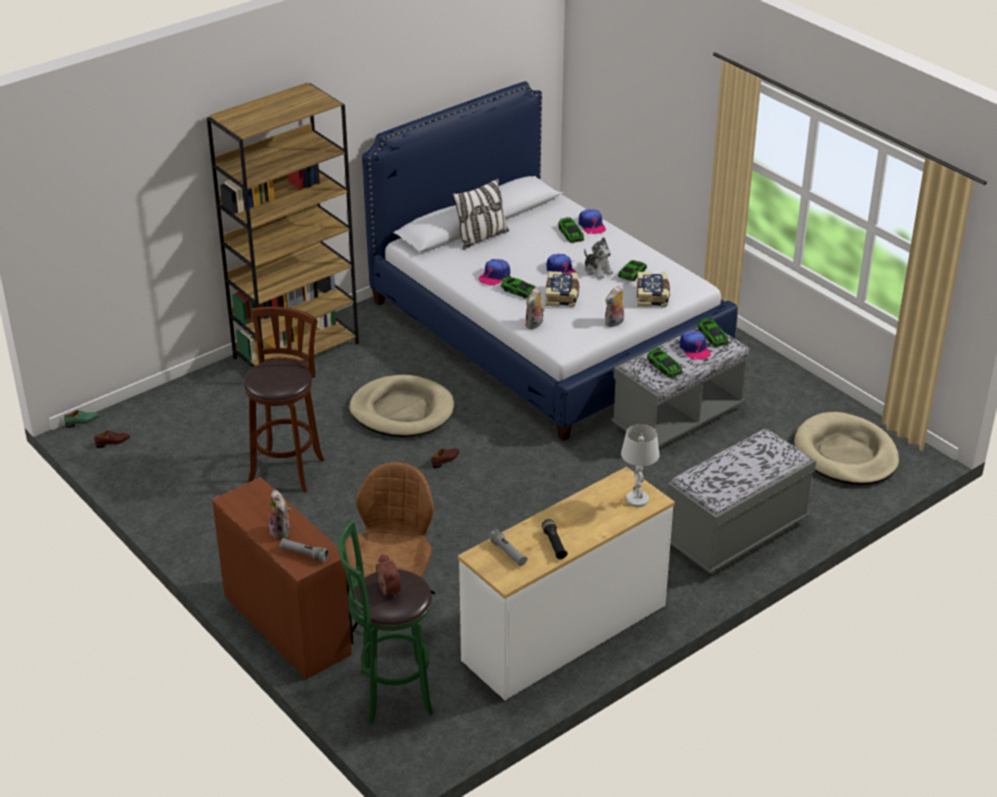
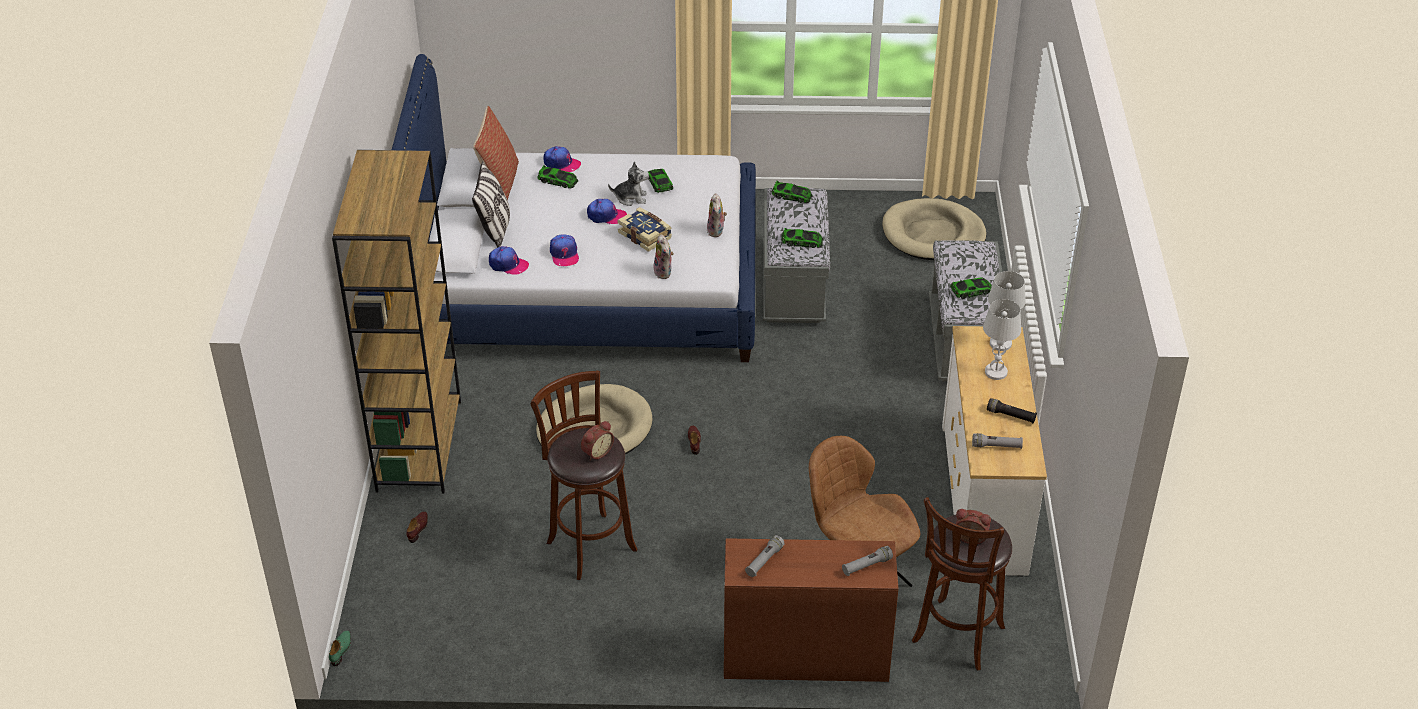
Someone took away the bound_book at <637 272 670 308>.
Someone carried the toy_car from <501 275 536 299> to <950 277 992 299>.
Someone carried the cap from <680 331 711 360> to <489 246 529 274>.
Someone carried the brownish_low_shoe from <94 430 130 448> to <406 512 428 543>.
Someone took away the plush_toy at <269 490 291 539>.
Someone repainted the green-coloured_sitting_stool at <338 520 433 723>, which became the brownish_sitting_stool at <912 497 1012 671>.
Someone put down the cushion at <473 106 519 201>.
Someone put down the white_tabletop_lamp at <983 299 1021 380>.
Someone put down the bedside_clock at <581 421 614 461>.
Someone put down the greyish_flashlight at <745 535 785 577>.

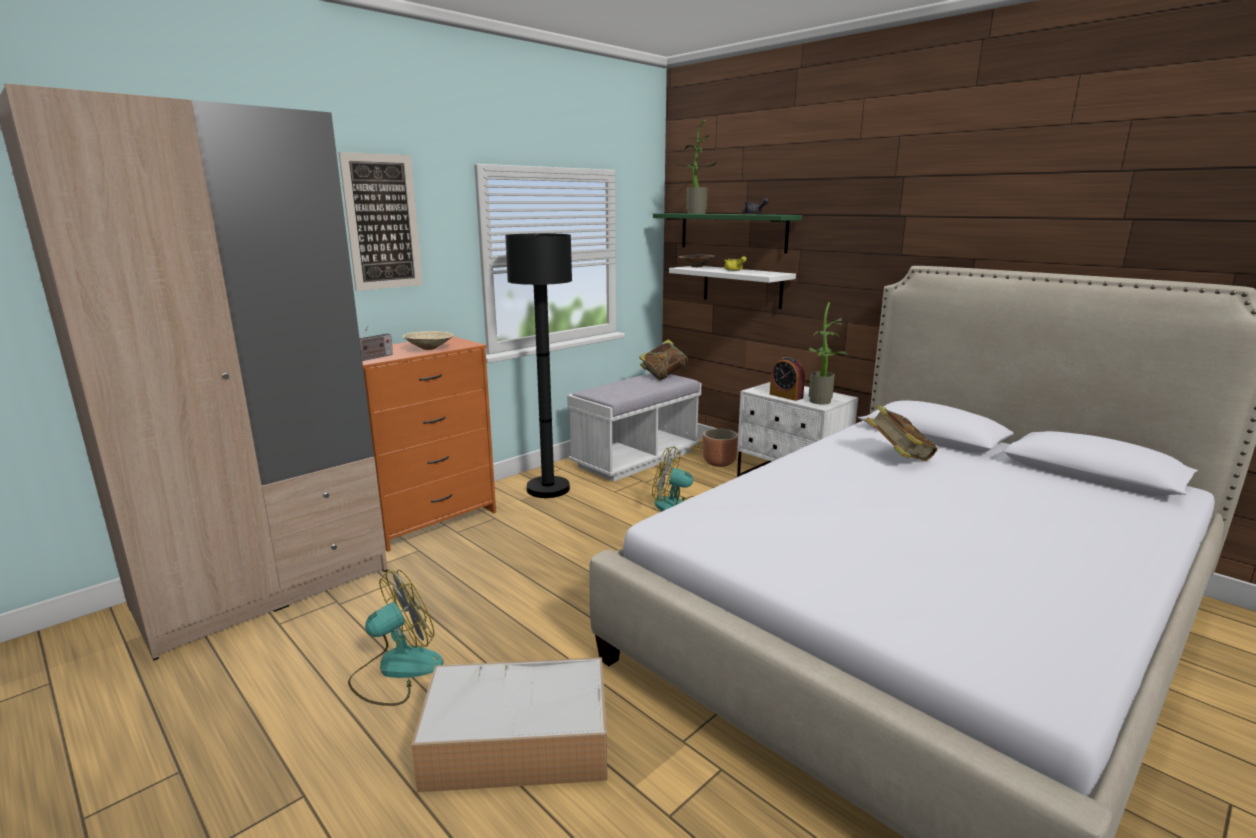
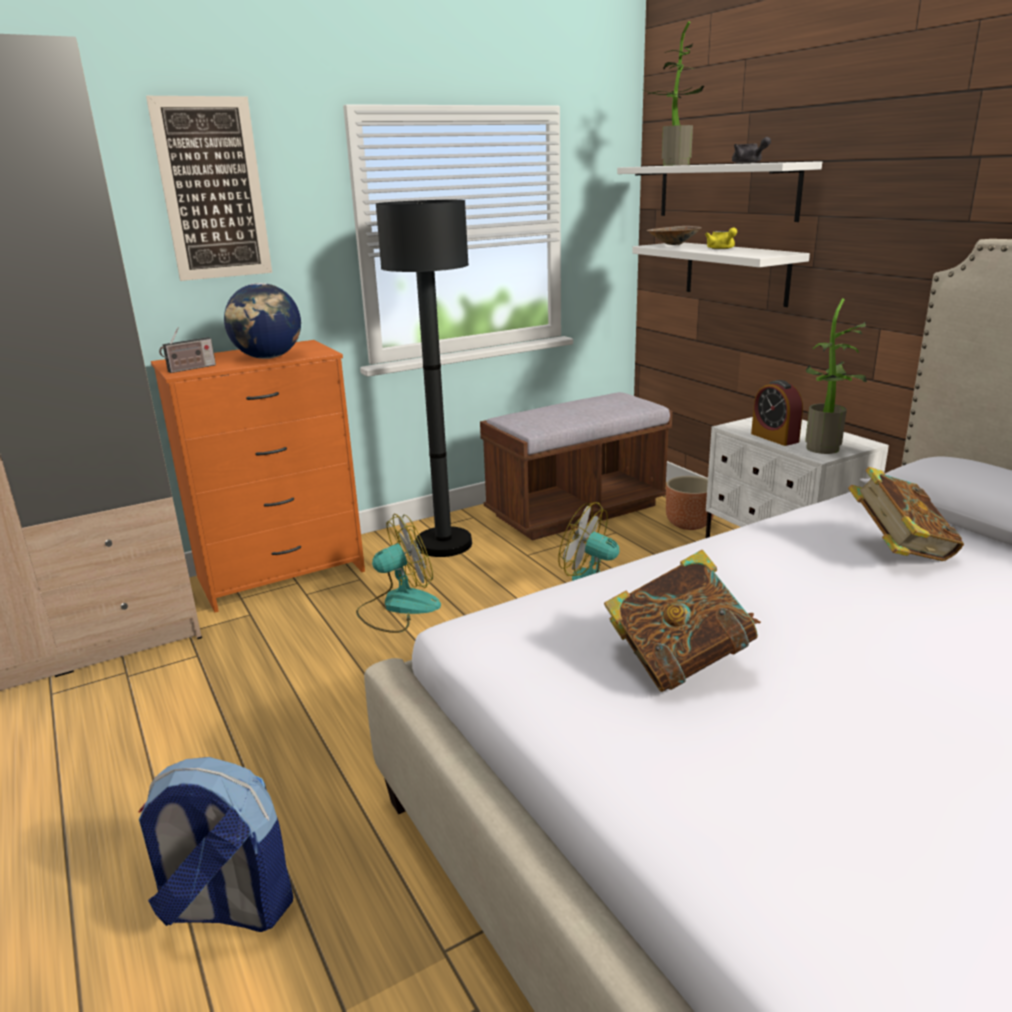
Someone repainted the green-coloured_shelf at <653 213 802 253>, which became the white_shelf at <617 161 822 222>.
Someone swapped the beige_deep_dish at <403 331 454 350> for the world_globe at <224 283 301 359>.
Someone carried the bound_book from <639 339 688 380> to <604 550 761 692>.
Someone repainted the white_long_seat at <567 373 701 482>, which became the brownish_long_seat at <480 392 673 541>.
Someone carried the cooling_fan from <348 570 443 706> to <356 514 441 633>.
Someone swapped the storage_bin at <411 657 607 793> for the backpack at <139 757 293 932>.

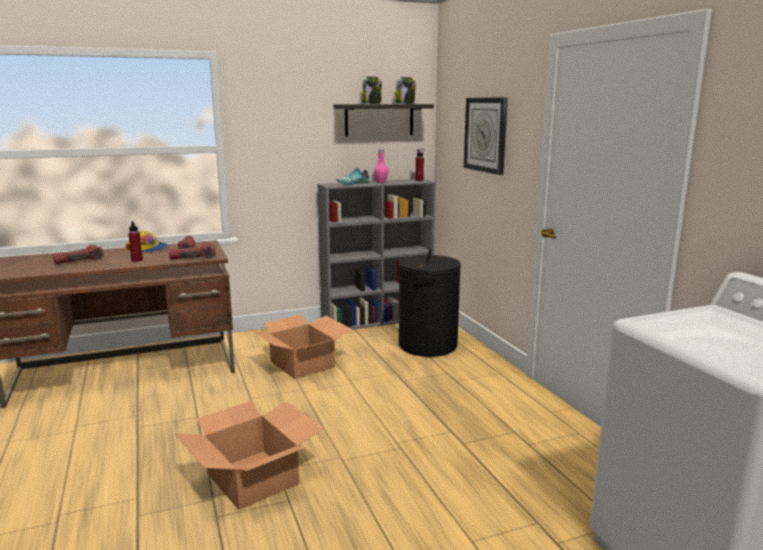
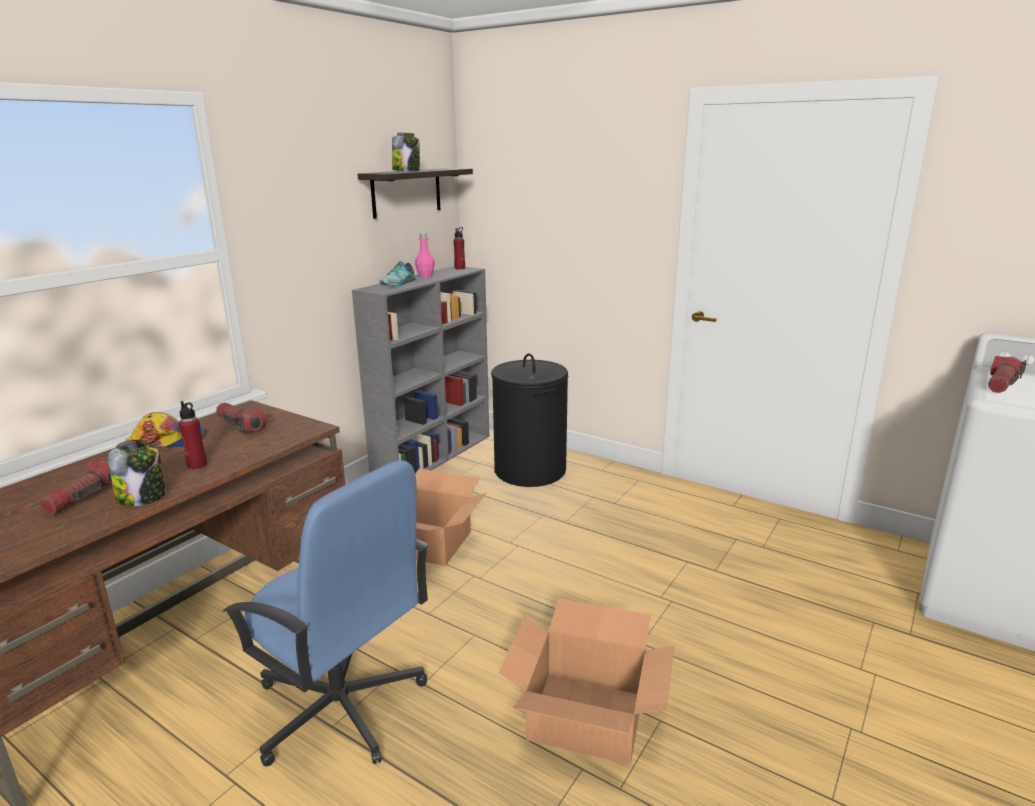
Someone carried the preserve_jar from <396 77 416 104> to <108 439 166 506>.
Someone took away the wall_clock at <464 97 508 175>.
Someone carried the flashlight from <169 243 215 260> to <988 356 1026 393>.
Someone put down the bluish_office_chair at <222 460 429 766>.

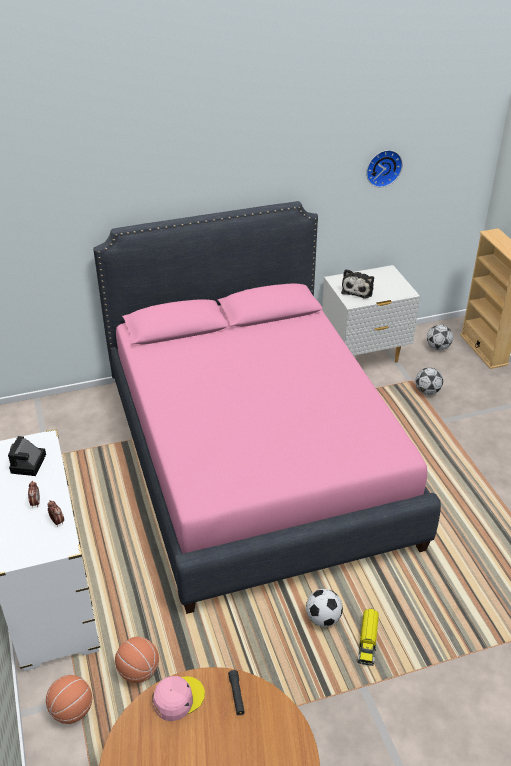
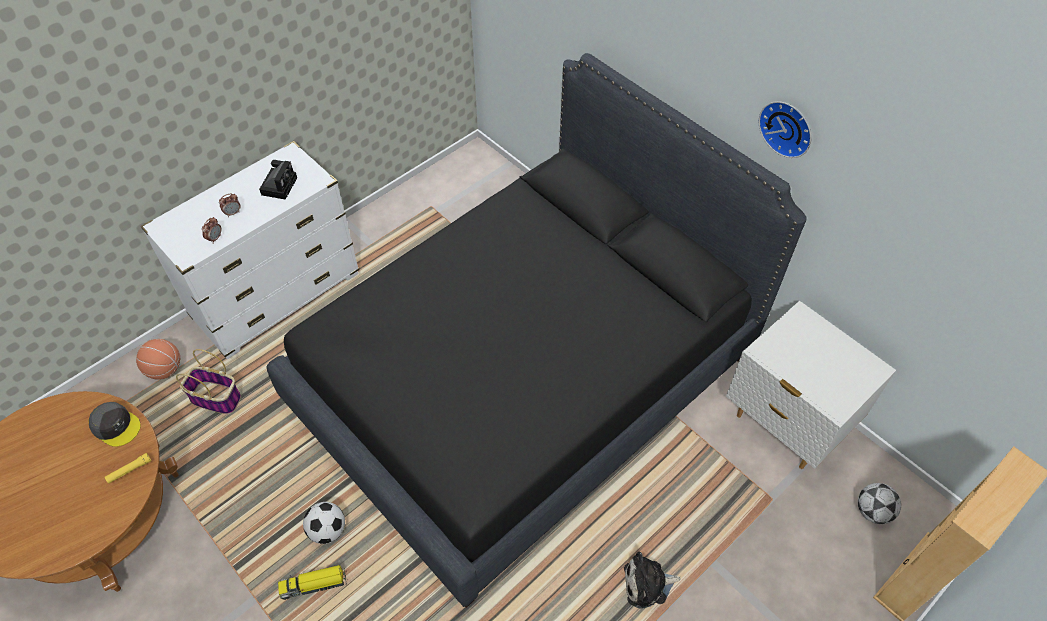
Someone carried the wall_clock from <366 150 403 187> to <759 101 811 158>.
Someone repainted the pink_bedroom_bed at <93 201 441 614>, which became the blackish_bedroom_bed at <266 53 807 608>.
Someone carried the plush_toy from <341 269 374 299> to <624 552 680 609>.
Someone took away the football_ball at <415 368 443 395>.
Someone rotated the still_camera at <8 436 46 476> by 120 degrees clockwise.
Someone swapped the basketball at <115 637 159 683> for the household_basket at <176 349 241 414>.
Someone repainted the blackish_flashlight at <228 670 245 715>, which became the yellowish_flashlight at <105 453 151 484>.
Someone repainted the pink_cap at <153 676 205 721>, which became the greyish_cap at <89 402 141 447>.

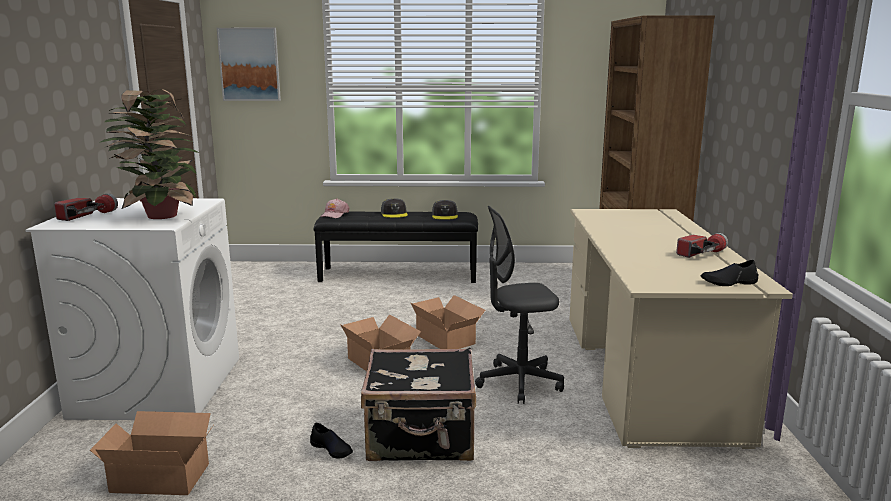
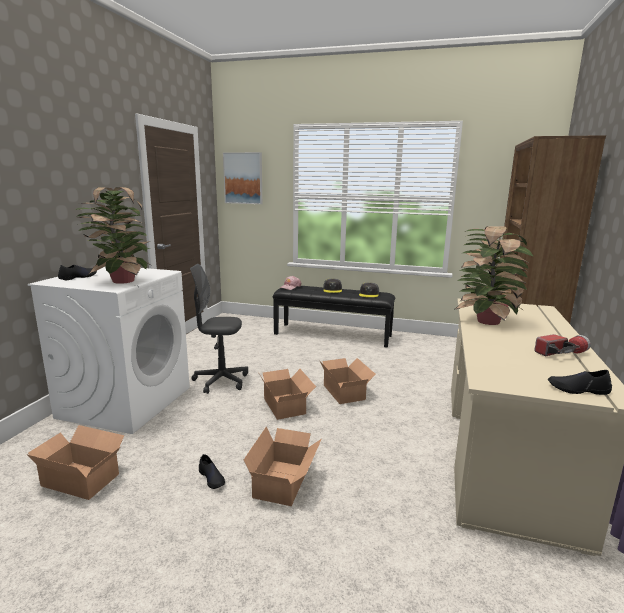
Someone swapped the flashlight at <54 193 118 221> for the blackish_low_shoe at <58 265 97 280>.
Someone carried the greyish_office_chair from <475 206 564 404> to <190 264 248 394>.
Someone swapped the blackish_travel_case at <361 348 476 461> for the carton at <244 426 321 506>.
Someone put down the plant_in_a_pot at <455 226 534 325>.

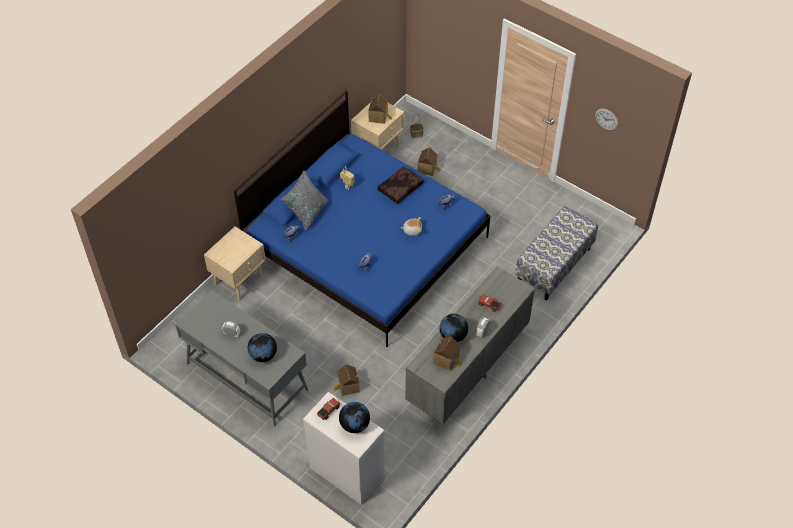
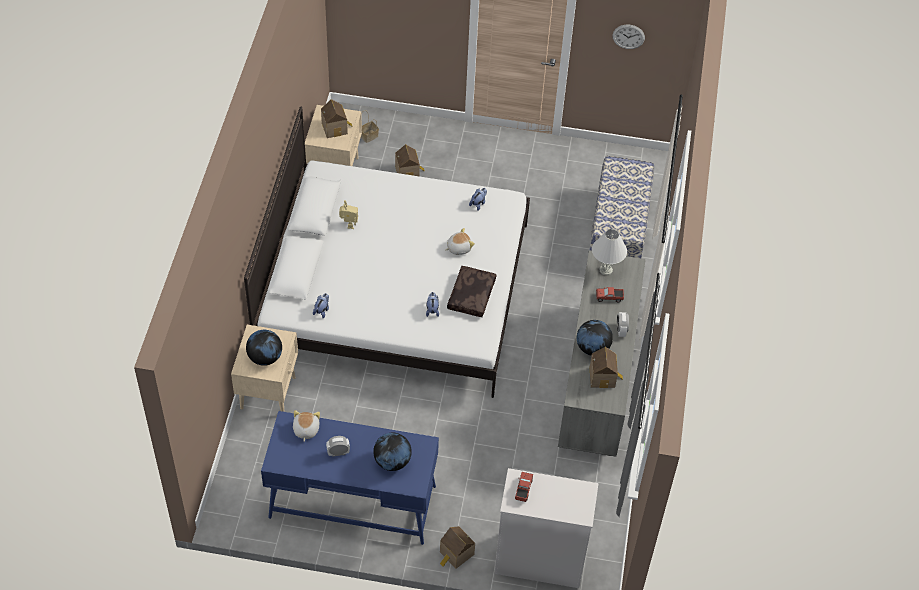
Someone repainted the bluish_bedroom_bed at <234 90 490 347>, which became the white_bedroom_bed at <244 107 530 398>.
Someone carried the brownish_cushion from <378 166 424 204> to <447 266 496 317>.
Someone took away the greyish_cushion at <281 170 328 231>.
Someone repainted the greyish_desk at <176 290 309 426>, which became the bluish_desk at <261 411 439 545>.
Someone carried the toy_house from <334 364 360 396> to <440 526 475 569>.
Someone carried the world_globe from <339 402 370 433> to <246 330 282 366>.
Someone put down the white_tabletop_lamp at <592 229 627 275>.
Someone put down the plush_toy at <293 410 320 441>.

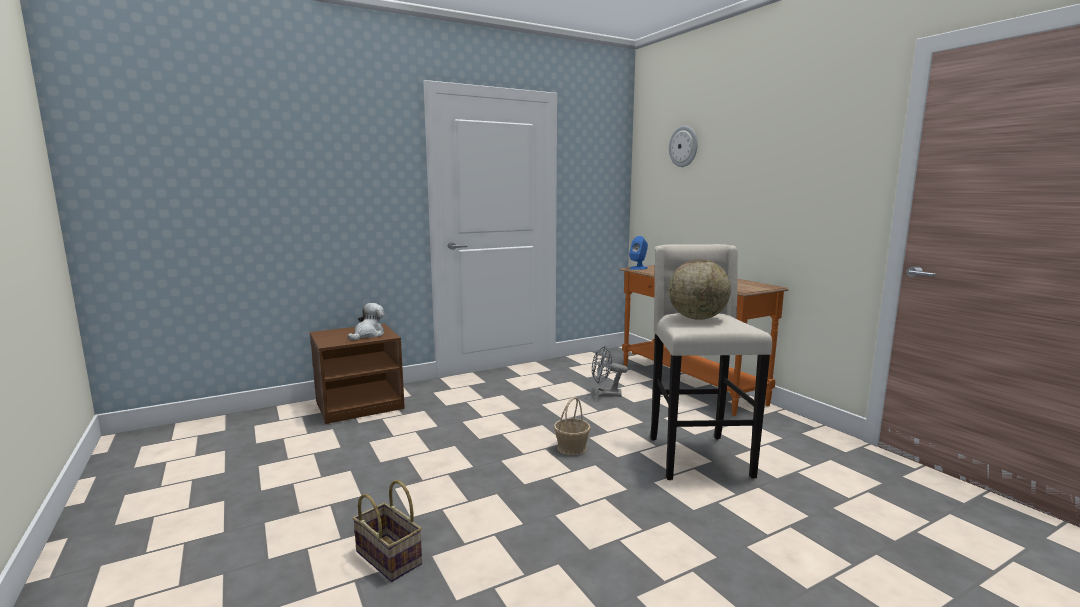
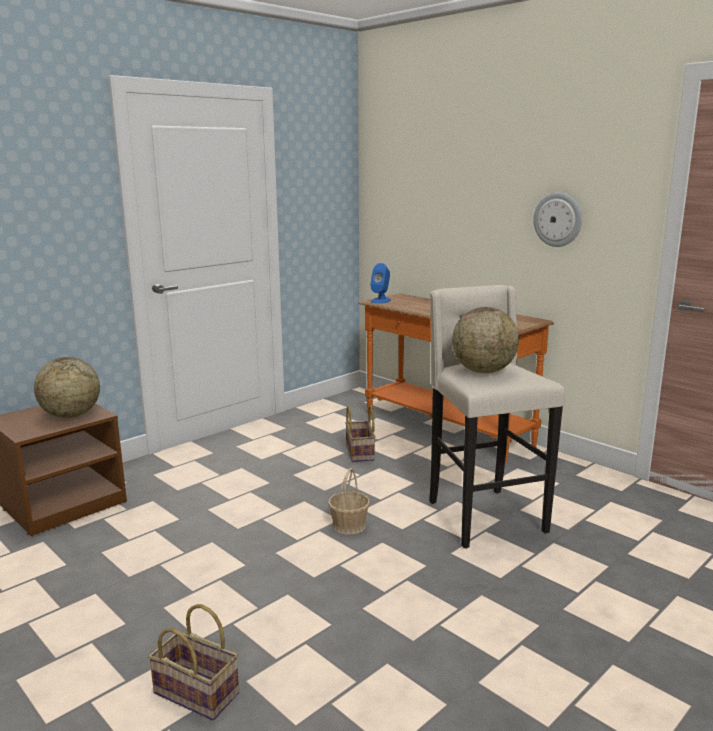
Someone carried the wall_clock from <669 126 698 167> to <533 192 582 247>.
Someone swapped the plush_toy at <348 303 385 340> for the world_globe at <34 357 100 418>.
Someone swapped the greyish_cooling_fan at <592 345 628 397> for the household_basket at <345 405 376 462>.

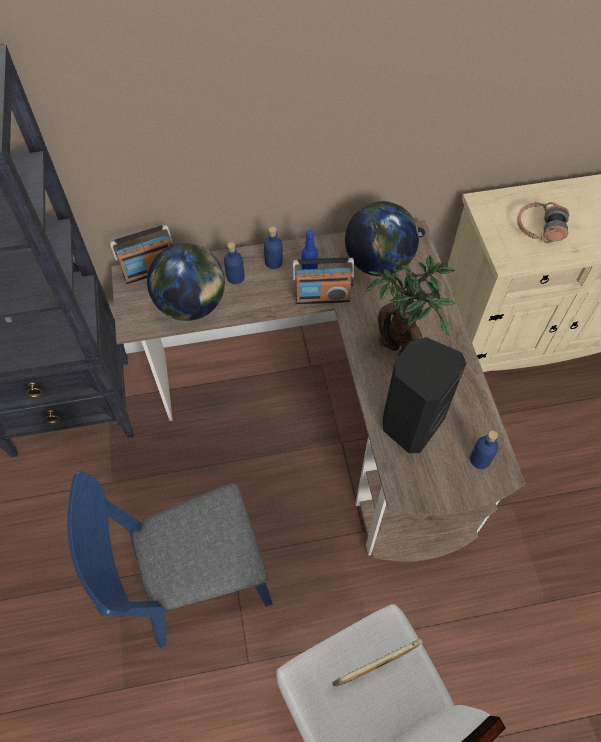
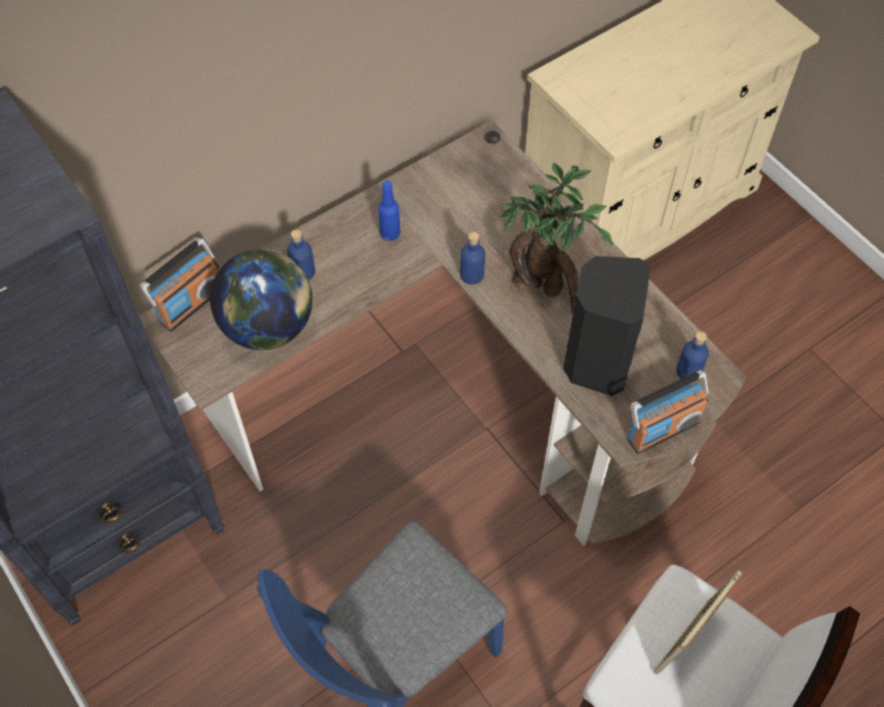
Someone took away the world_globe at <345 201 419 276>.
Someone took away the headset at <517 202 569 243>.
Someone carried the bluish_drink_bottle from <264 227 283 269> to <460 232 485 285>.
Someone carried the radio from <292 258 354 304> to <627 370 709 454>.

